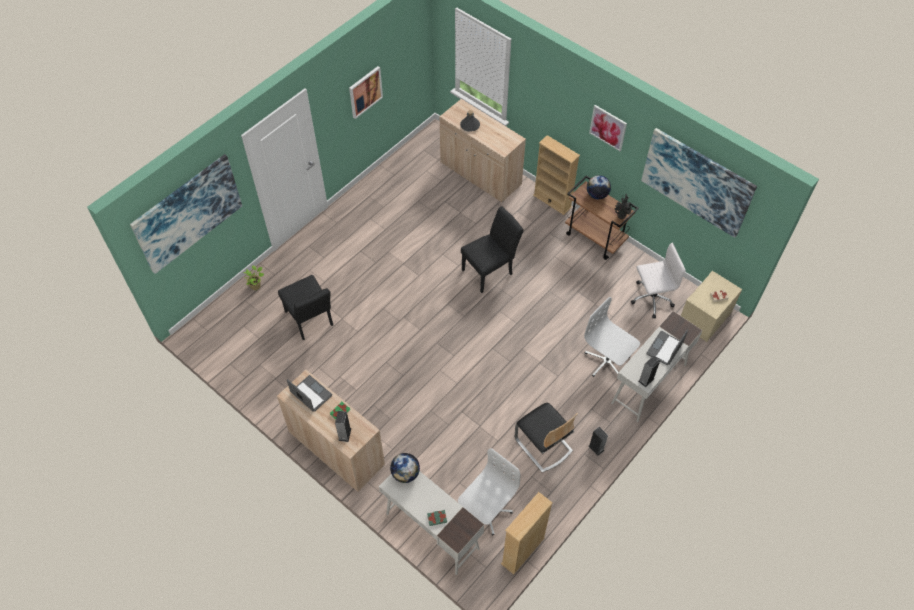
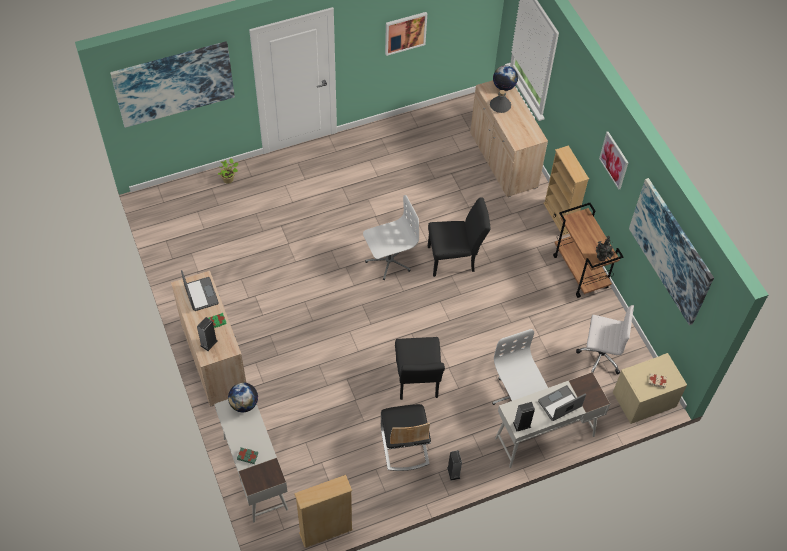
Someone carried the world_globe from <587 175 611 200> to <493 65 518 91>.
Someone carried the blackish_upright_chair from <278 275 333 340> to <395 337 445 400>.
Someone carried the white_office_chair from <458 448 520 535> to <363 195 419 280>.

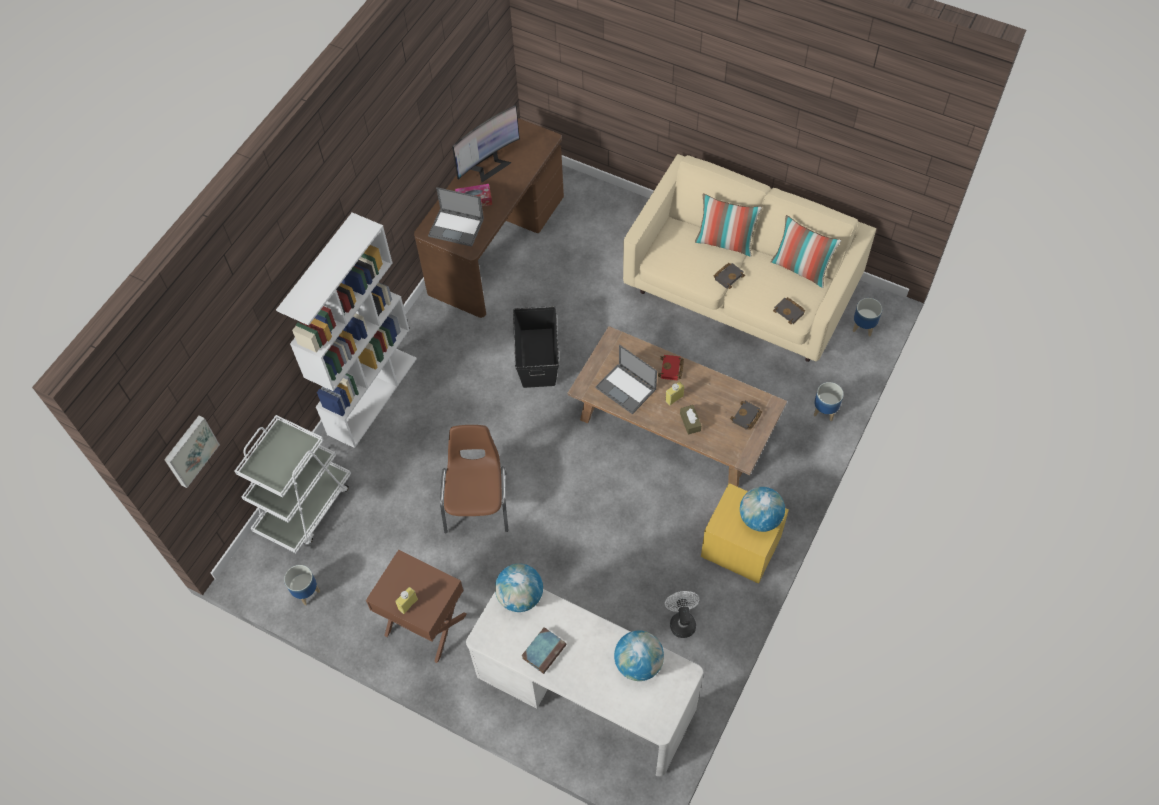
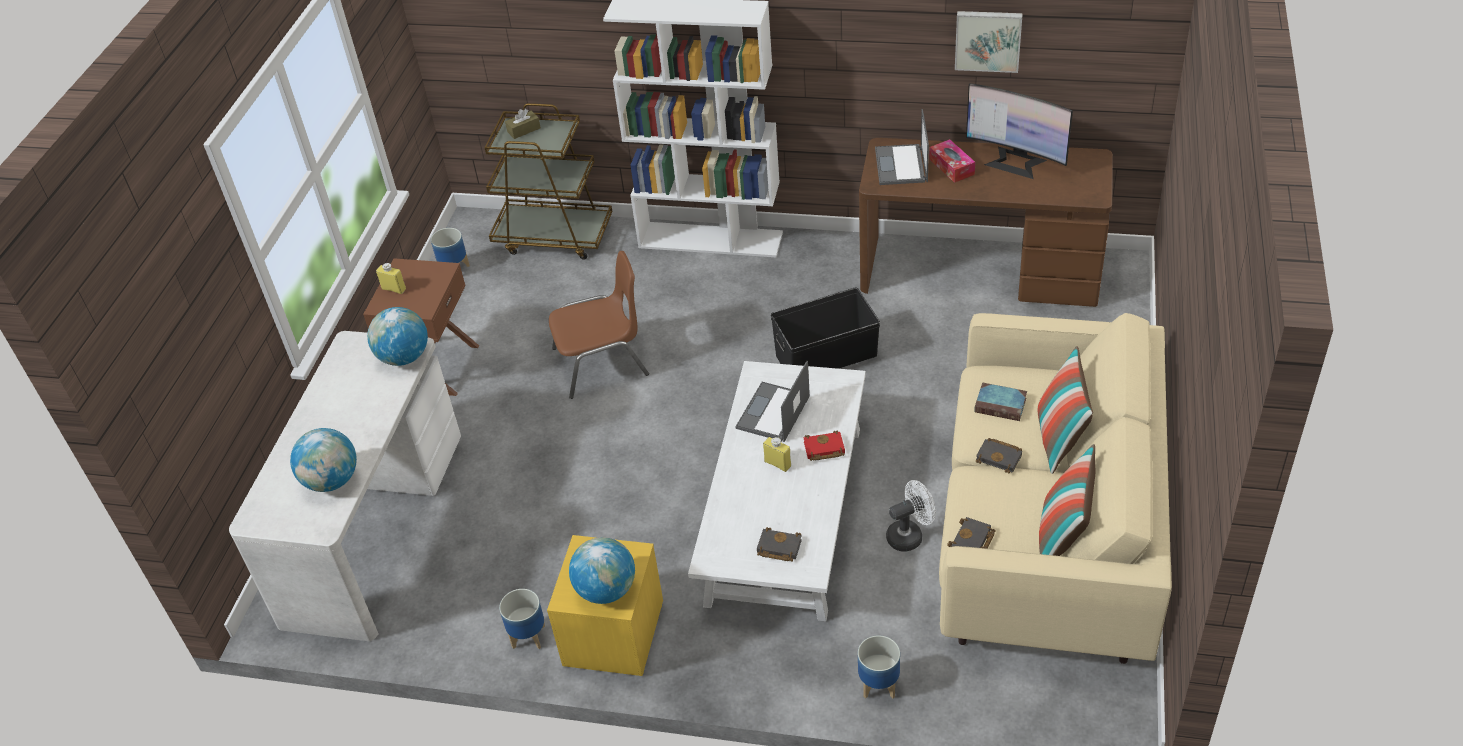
Someone carried the flower_pot from <853 298 882 337> to <499 589 545 649>.
Someone repainted the brownish_lounge_table at <568 326 787 487>, which became the white_lounge_table at <688 361 866 621>.
Someone carried the brownish_box_of_tissues from <680 405 701 435> to <505 109 541 139>.
Someone carried the picture from <164 415 220 488> to <955 11 1023 73>.
Someone repainted the white_wheeled_cart at <235 415 351 553>, which became the brownish_wheeled_cart at <484 103 612 260>.
Someone carried the white_cooling_fan from <665 591 699 638> to <886 480 936 552>.
Someone carried the bound_book from <521 627 566 674> to <974 383 1027 421>.

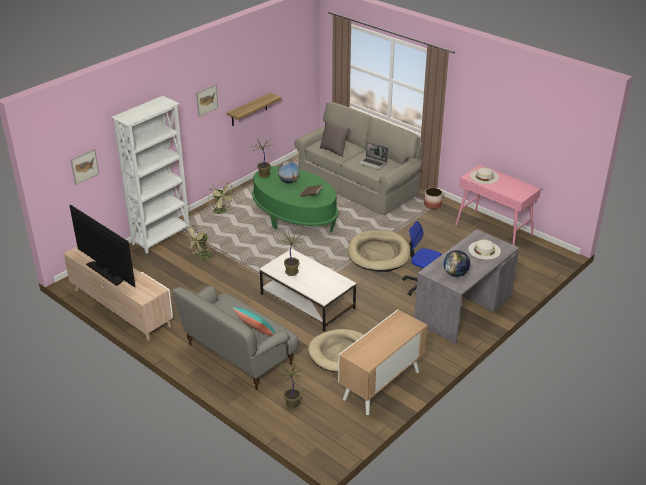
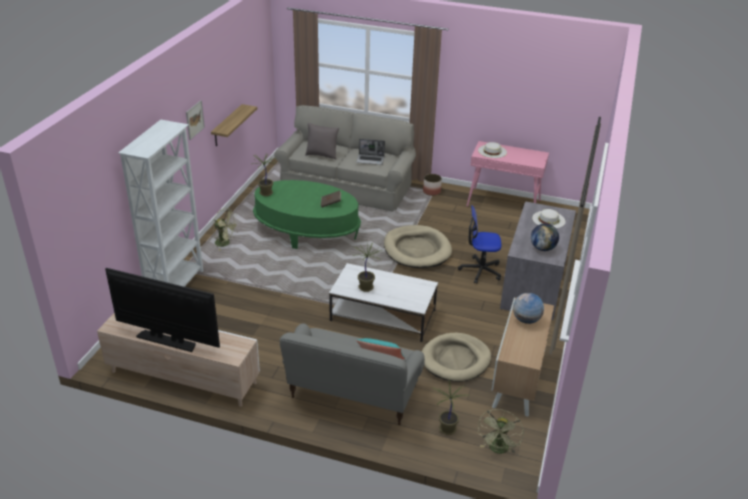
Someone took away the picture at <70 149 99 185>.
Someone carried the world_globe from <278 161 300 183> to <513 293 544 324>.
Someone carried the green-coloured_cooling_fan from <185 224 215 261> to <477 409 524 454>.

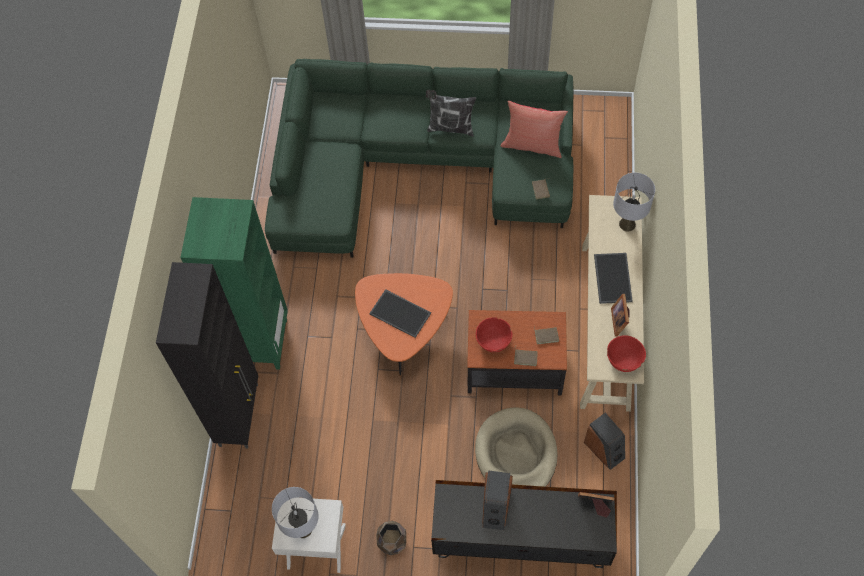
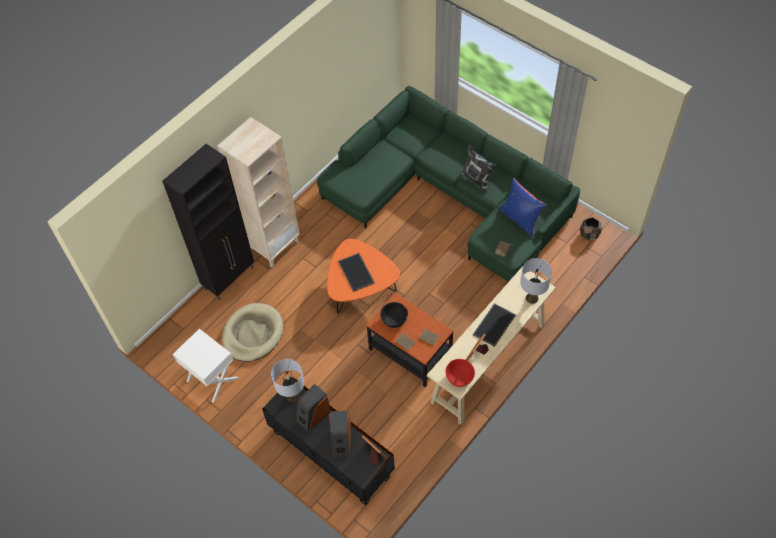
Someone repainted the red_cushion at <501 101 568 158>, which became the bluish_cushion at <499 178 546 237>.
Someone repainted the green-coloured_bookshelf at <180 197 288 370>, which became the beige_bookshelf at <217 117 300 267>.
Someone repainted the red_deep_dish at <476 317 512 352>, which became the blackish_deep_dish at <380 302 408 328>.
Someone carried the beige_dog_cushion from <475 407 557 487> to <222 303 283 362>.
Someone carried the loudspeaker from <584 413 625 470> to <329 411 352 457>.
Someone carried the greyish_tabletop_lamp from <272 487 319 538> to <271 359 304 402>.
Someone carried the brownish_flower_pot from <376 521 406 555> to <580 217 602 241>.

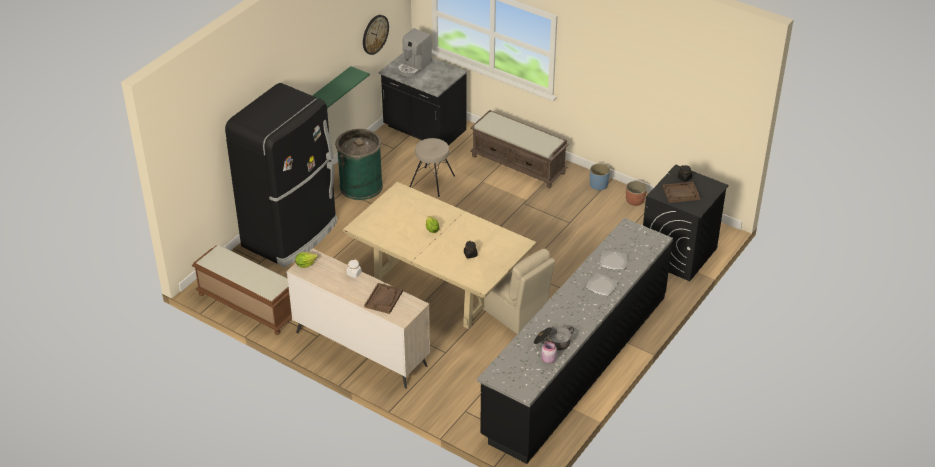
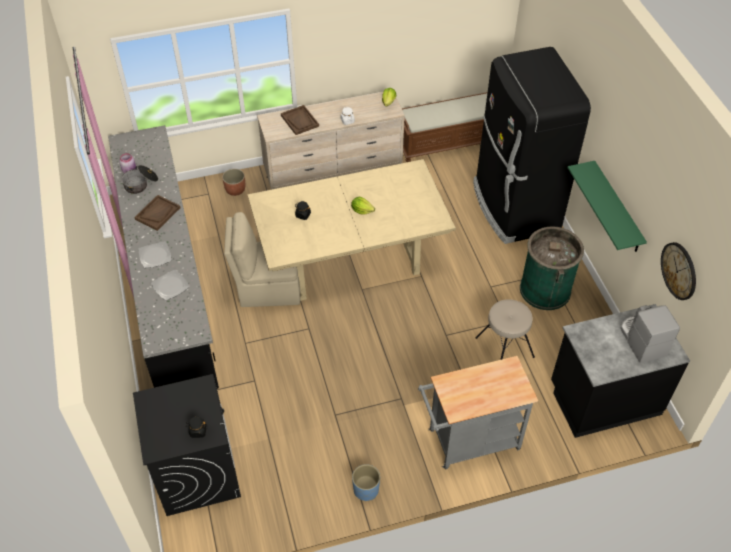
Someone swapped the brownish_long_seat at <470 110 569 188> for the greyish_wheeled_cart at <418 356 538 469>.
Someone carried the flower_pot from <626 181 647 206> to <222 169 245 196>.
Someone carried the brownish_carrying_tray from <663 182 700 203> to <134 195 180 231>.

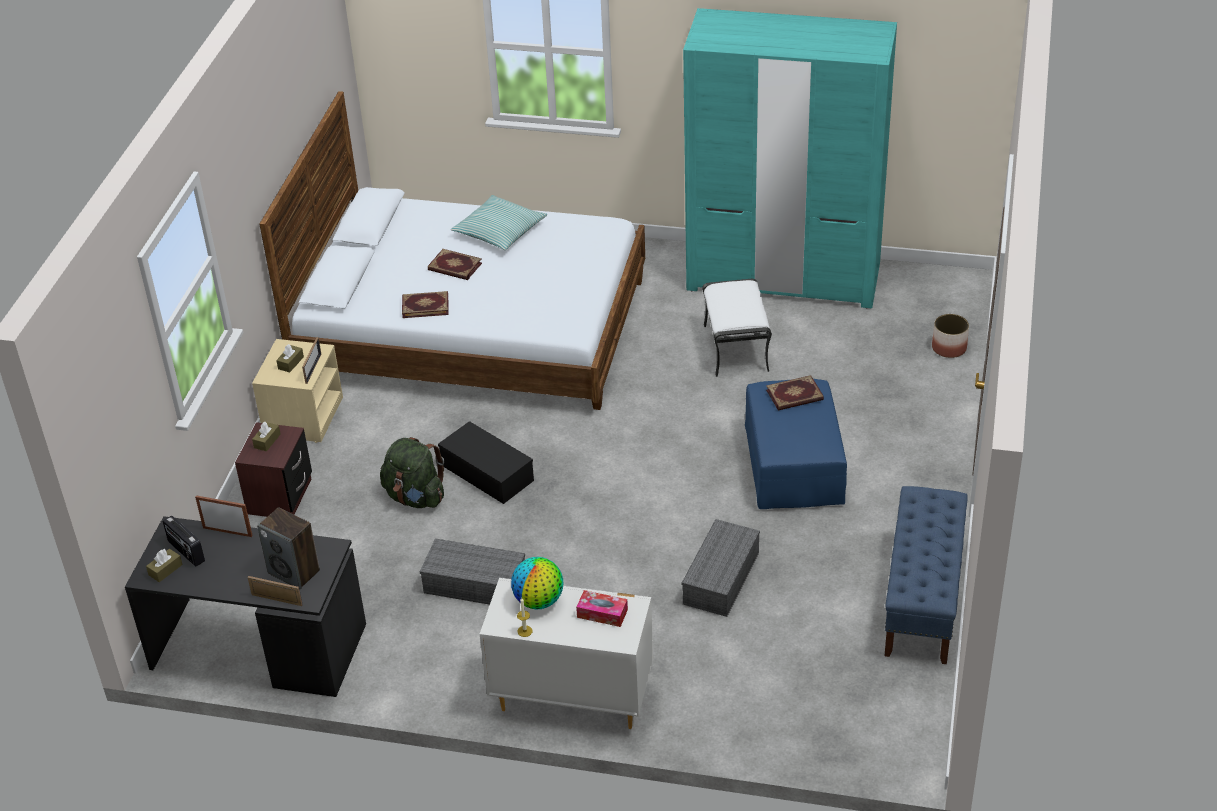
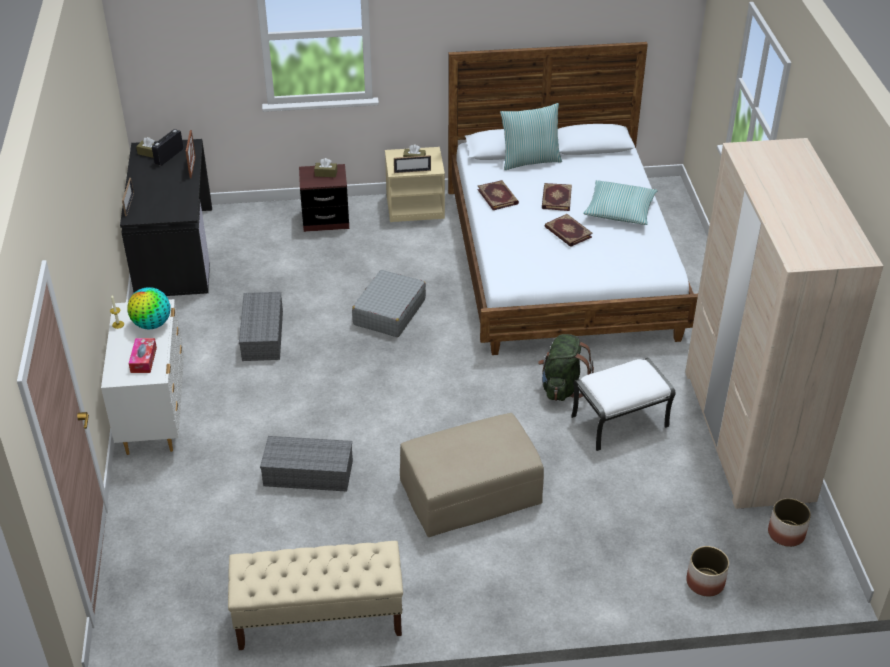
Someone repainted the turquoise_clothes_cupboard at <683 8 897 308>, which became the beige_clothes_cupboard at <685 138 883 509>.
Someone carried the bound_book from <766 375 824 411> to <545 214 593 247>.
Someone repainted the bluish_footrest at <745 379 847 509>, which became the beige_footrest at <400 413 544 537>.
Someone swapped the blackish_storage_bin at <438 421 534 504> for the greyish_travel_case at <352 270 426 337>.
Someone carried the green-coloured_backpack from <380 437 444 508> to <538 334 594 401>.
Someone repainted the bluish_long_seat at <885 486 967 664>, which became the beige_long_seat at <228 541 403 650>.
Someone took away the loudspeaker at <257 507 320 589>.
Someone put down the cushion at <500 103 562 170>.
Someone put down the flower_pot at <768 498 811 547>.

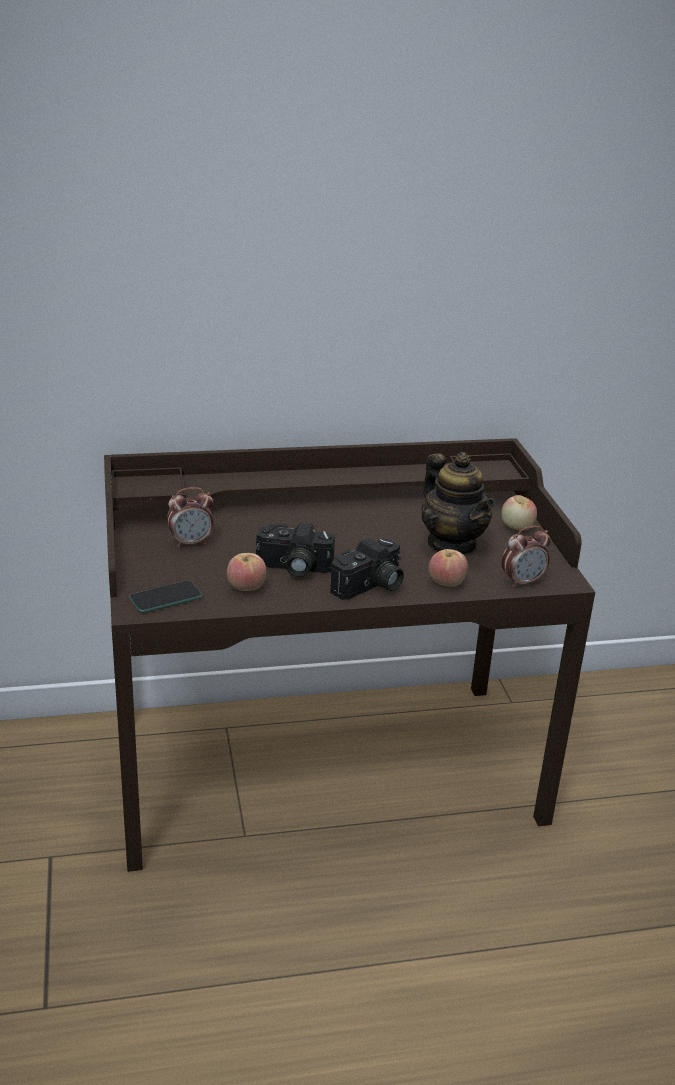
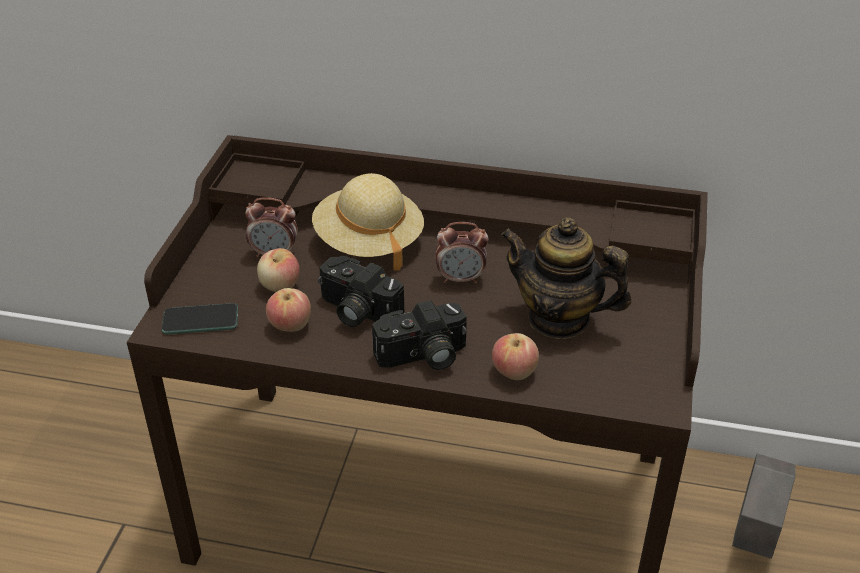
Someone rotated the pot_for_tea at <421 452 495 556> by 120 degrees clockwise.
Someone carried the whole_apple from <501 495 537 531> to <257 248 300 292>.
Someone carried the bedside_clock from <501 526 551 588> to <436 222 489 284>.
Someone put down the beige_wearable_hat at <312 173 424 271>.
Someone put down the greyish_flower_pot at <732 453 796 559>.

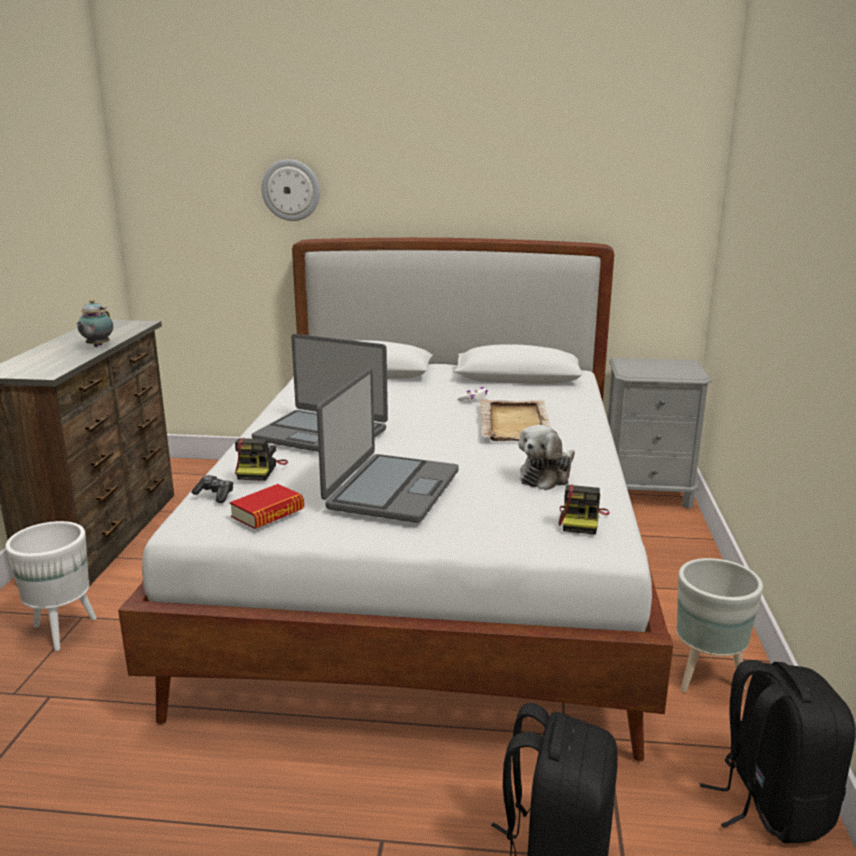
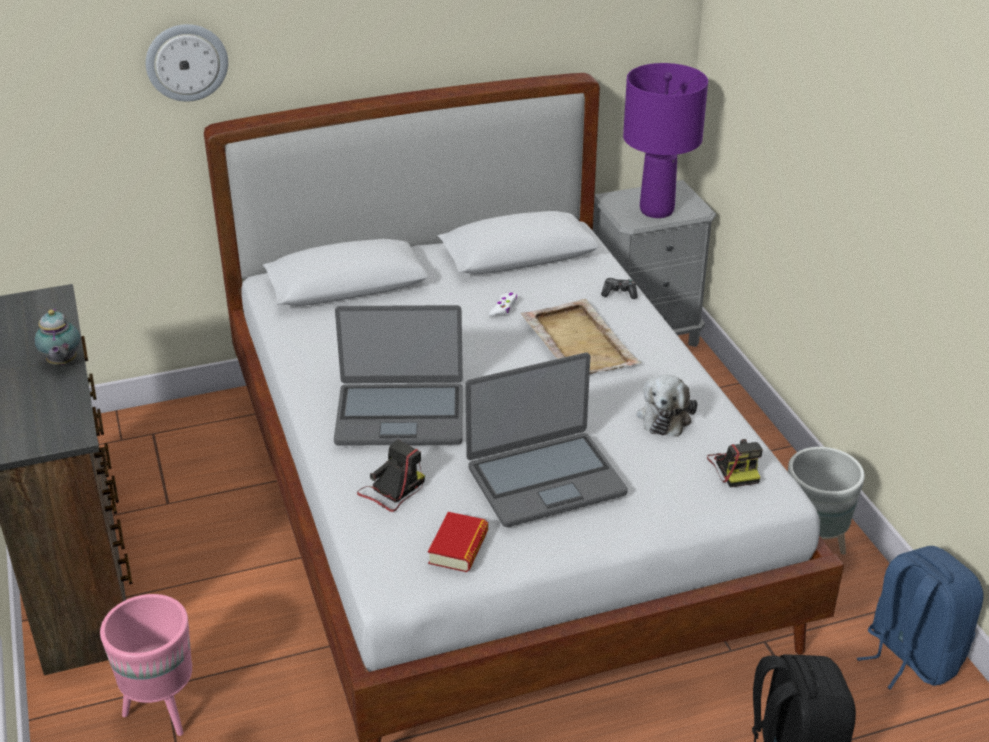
Someone rotated the portable_computer at <317 368 459 523> by 75 degrees clockwise.
Someone rotated the still_camera at <235 438 288 481> by 120 degrees counterclockwise.
Someone carried the game_controller from <192 475 233 503> to <601 278 638 299>.
Someone repainted the white_flower_pot at <5 521 97 651>, which became the pink_flower_pot at <100 594 192 736>.
Someone repainted the blackish_backpack at <700 660 855 844>, which became the bluish_backpack at <856 546 984 690>.
Someone put down the purplish_tabletop_lamp at <623 63 708 218>.

